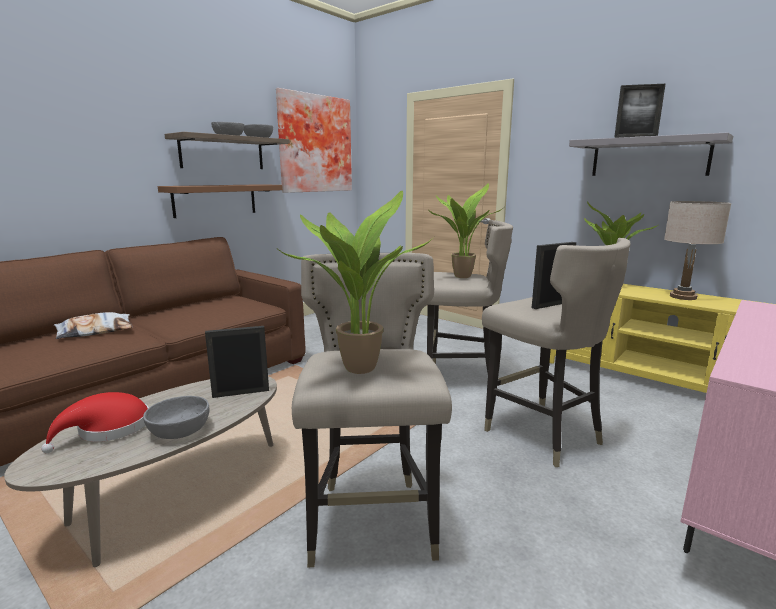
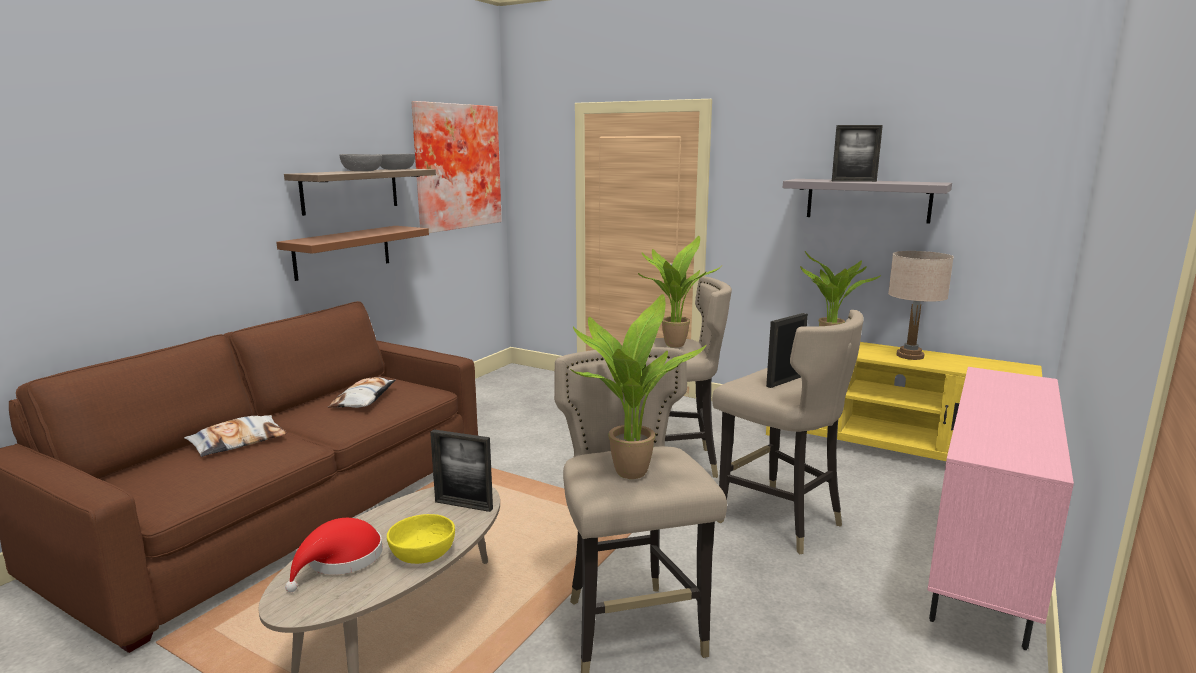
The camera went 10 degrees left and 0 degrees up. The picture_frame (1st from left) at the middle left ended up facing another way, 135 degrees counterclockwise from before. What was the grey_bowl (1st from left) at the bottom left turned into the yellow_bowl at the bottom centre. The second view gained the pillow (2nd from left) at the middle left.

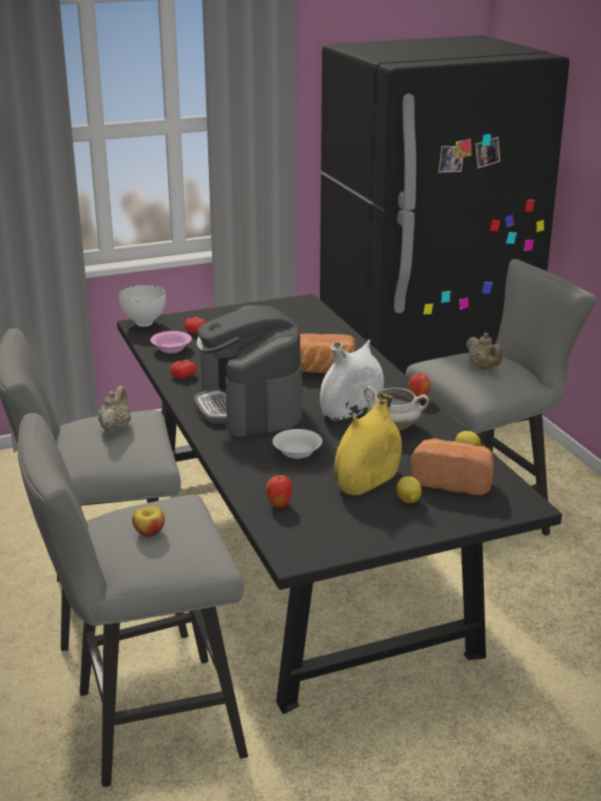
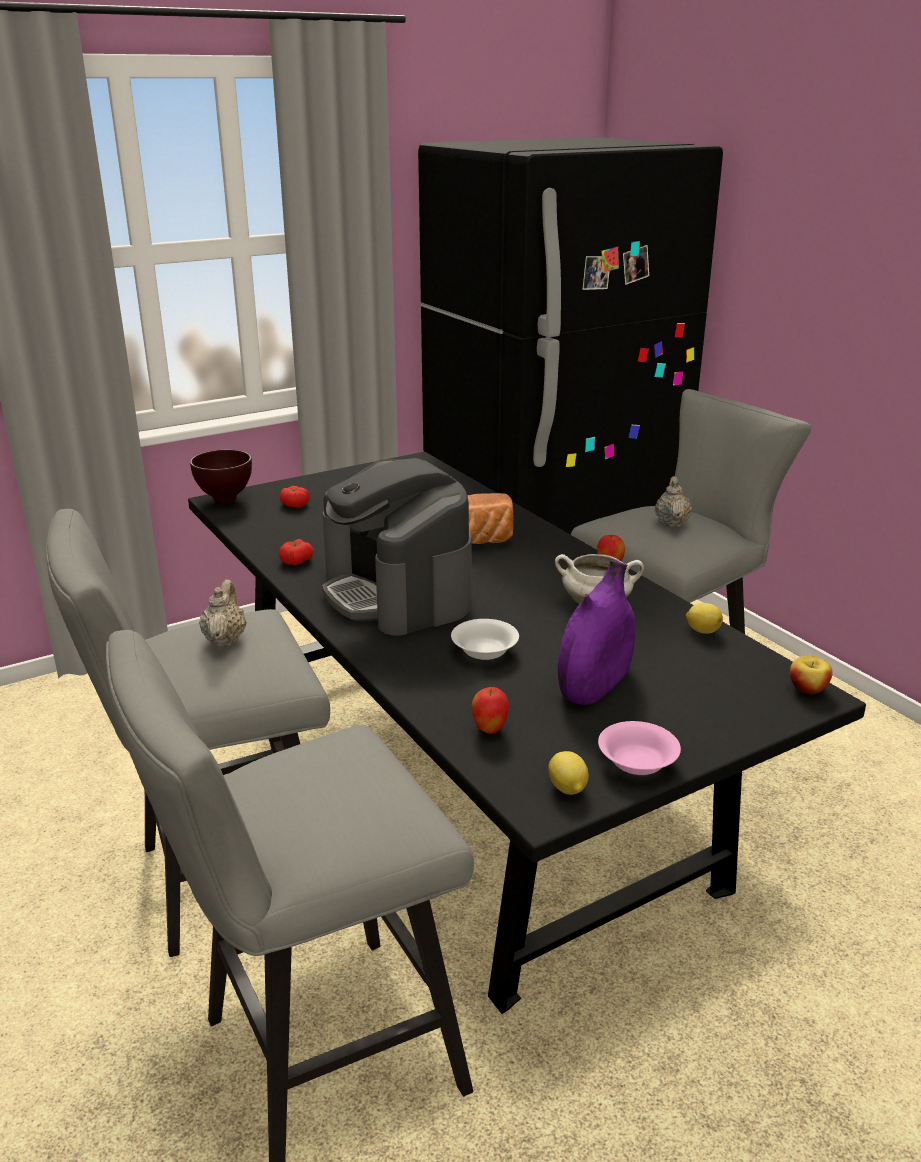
The camera went 10 degrees left and 0 degrees up. What was the white_bowl (1st from left) at the middle left turned into the brown_bowl at the middle left. The pink_bowl ended up elsewhere, having gone from the middle left to the middle right. The beige_teapot (2nd from left) at the middle right ended up facing another way, 135 degrees counterclockwise from before. The second view lost the white_vase at the centre. What was the yellow_vase at the centre turned into the purple_vase at the centre. The second view lost the bread (2nd from left) at the middle right. The lemon (1st from left) ended up elsewhere, having gone from the middle right to the centre. The apple (1st from left in the first image) ended up elsewhere, having gone from the middle left to the middle right.

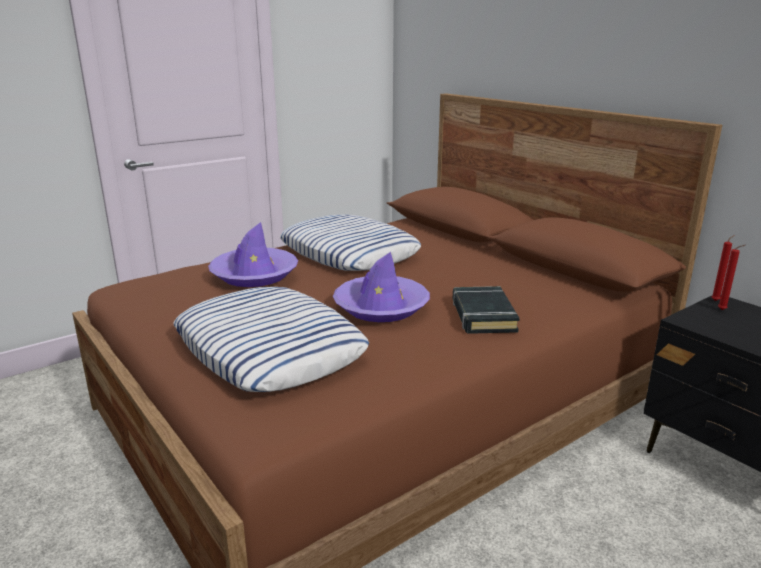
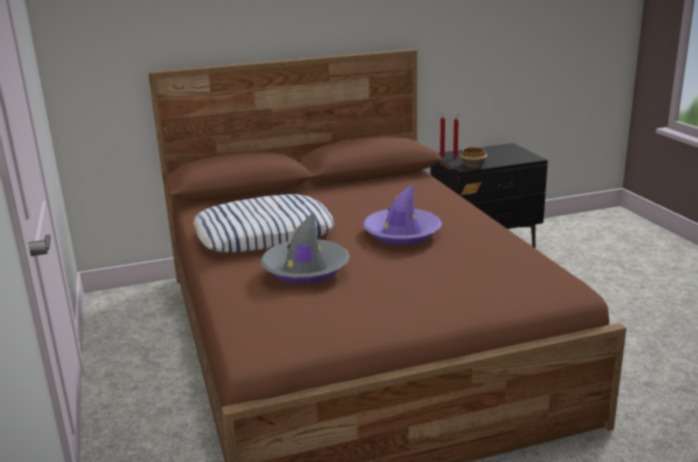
The camera went 70 degrees left and 0 degrees up. What was the purple_hat (1st from left) at the middle left turned into the grey_hat at the centre. The second view lost the black_book at the centre. The second view lost the pillow (1st from left) at the centre. The second view gained the bowl at the middle right.

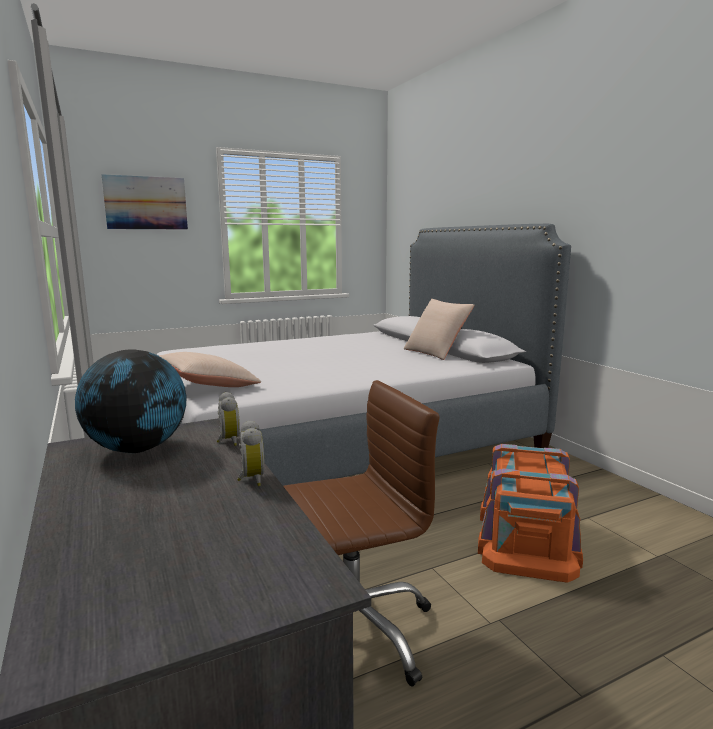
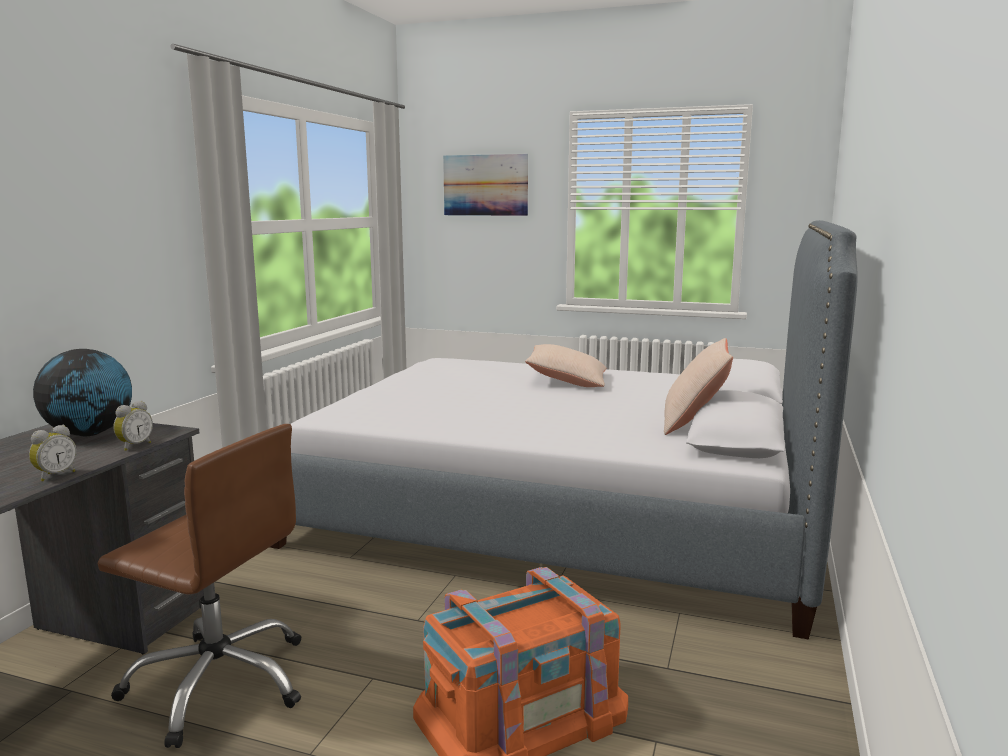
The camera went 45 degrees right and 0 degrees up. The beige_pillow (1st from left) ended up elsewhere, having gone from the middle left to the centre.

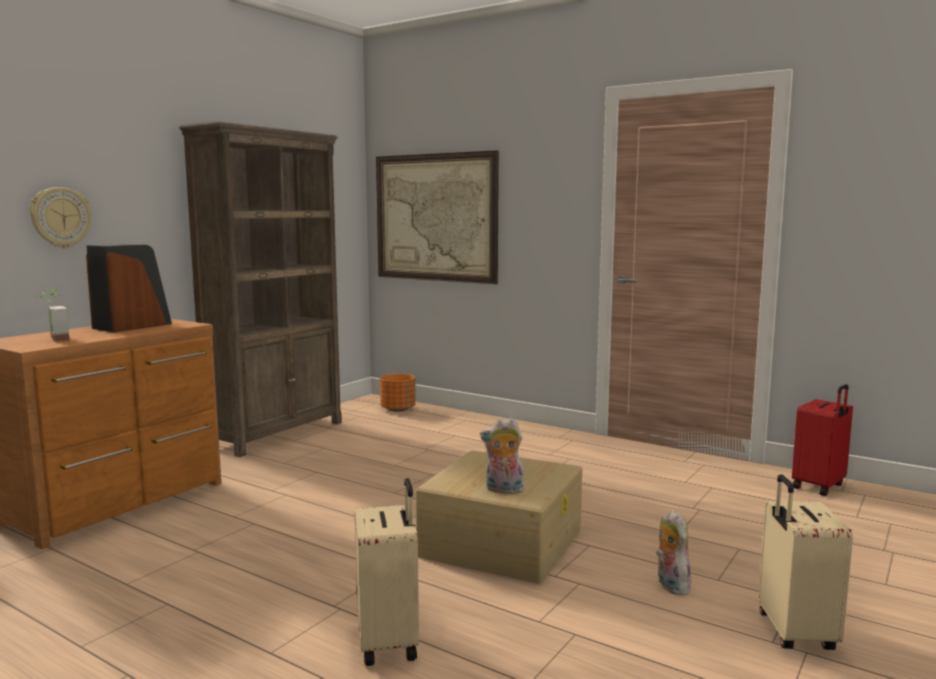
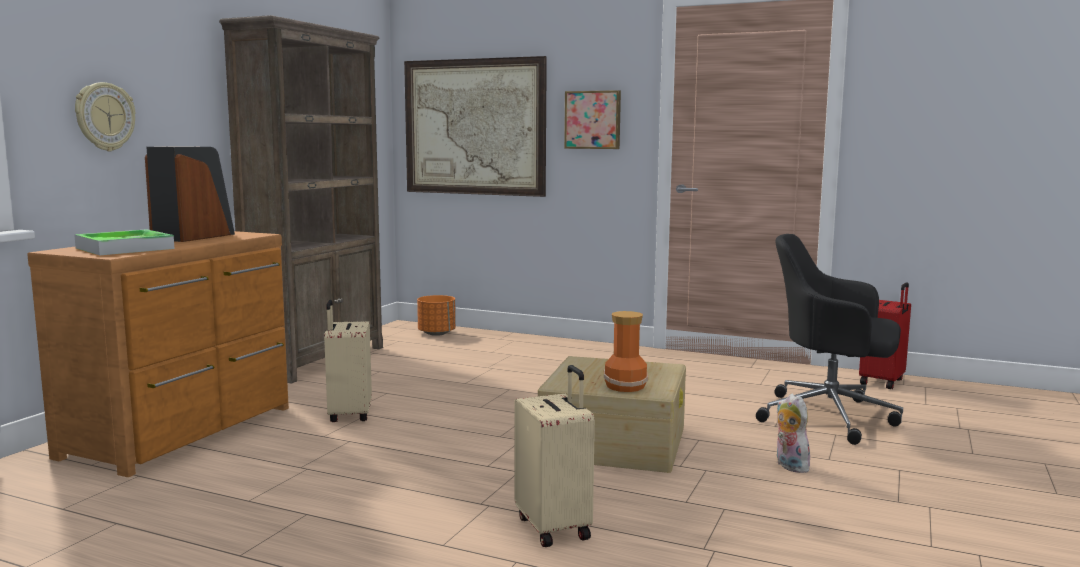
The camera went 10 degrees left and 0 degrees up. Where the potted_plant stood at the middle left, the tray came to stand at the middle left. Where the plush_toy (1st from left) stood at the bottom centre, the vase came to stand at the centre. The beige_suitcase (2nd from left in the first image) ended up elsewhere, having gone from the bottom right to the middle left. The second view gained the picture (2nd from left) at the top centre. The second view gained the black_office_chair at the middle right.

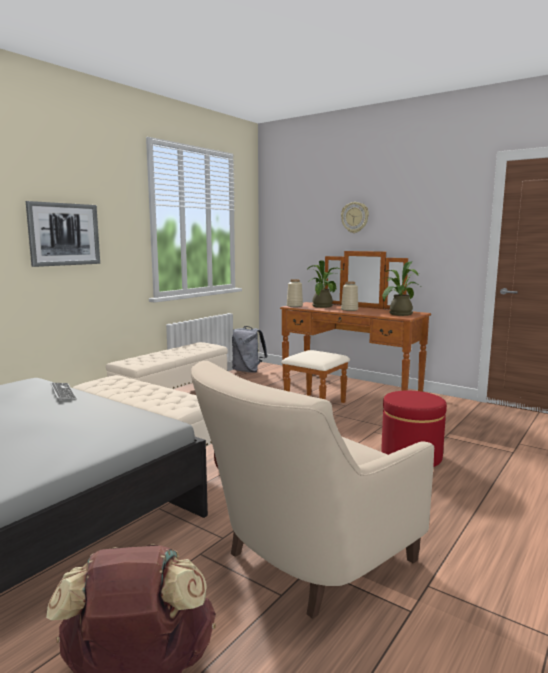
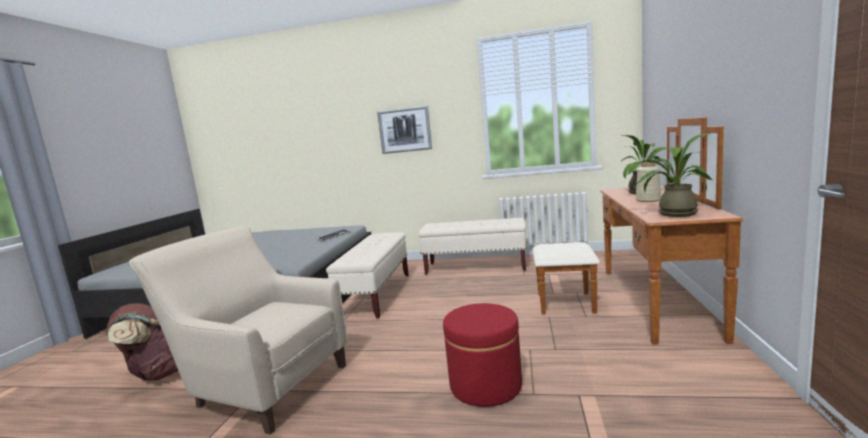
The camera went 65 degrees right and 0 degrees up. The second view lost the wall_clock at the top centre. The second view lost the beige_vase (1st from left) at the centre. The second view lost the grey_backpack at the centre.

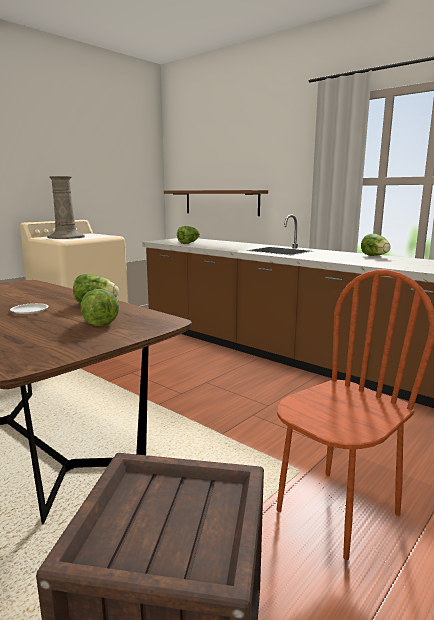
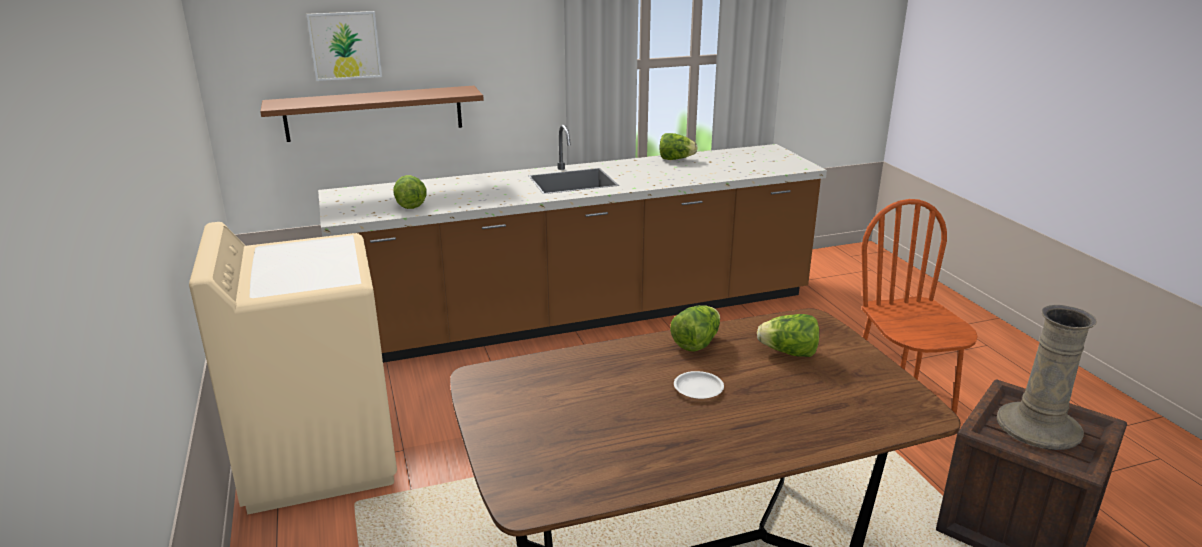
The camera went 60 degrees left and 10 degrees up. The beige_vase ended up elsewhere, having gone from the middle left to the bottom right. The second view gained the picture at the top left.

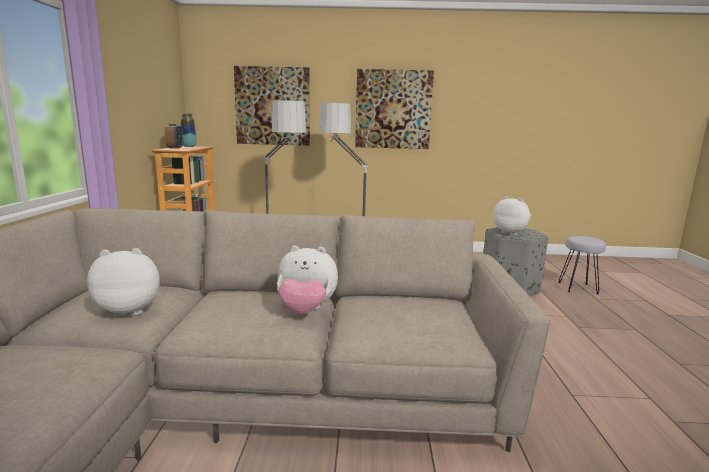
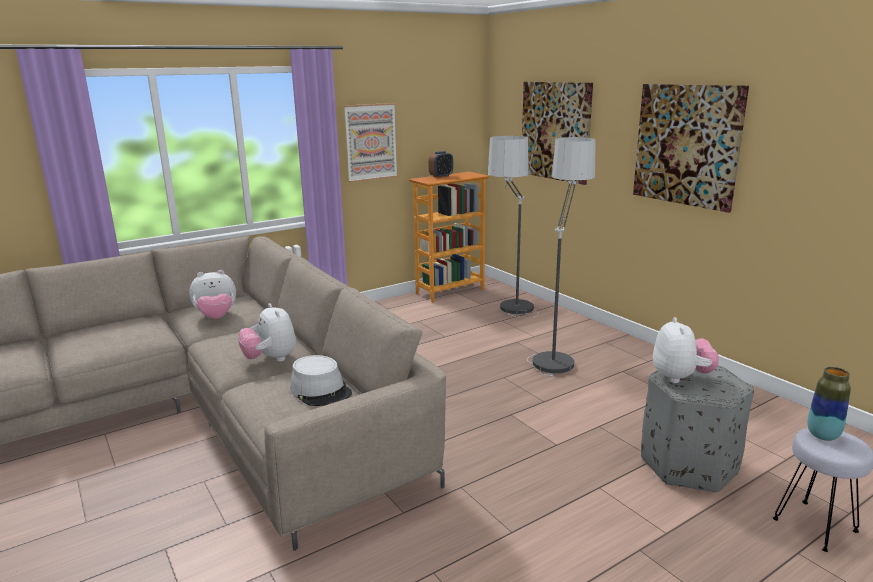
The camera went 55 degrees right and 5 degrees up. The vase ended up elsewhere, having gone from the top left to the bottom right. The plush_toy (1st from left) at the middle left ended up facing another way, 120 degrees clockwise from before. The second view gained the picture (1st from left) at the top centre. The second view gained the grey_hat at the centre.

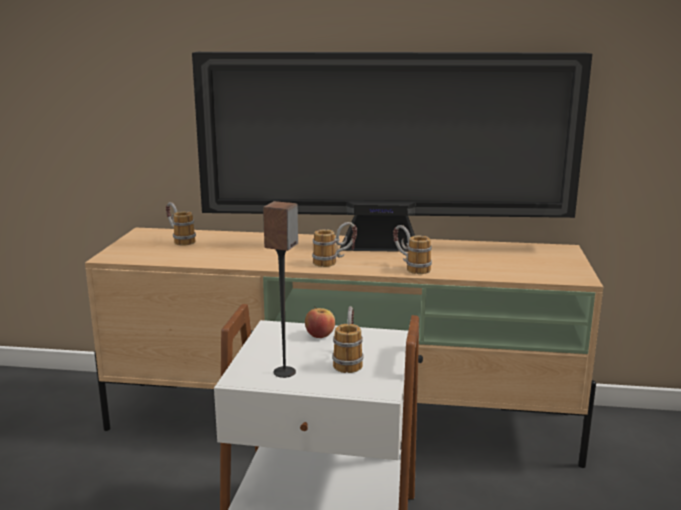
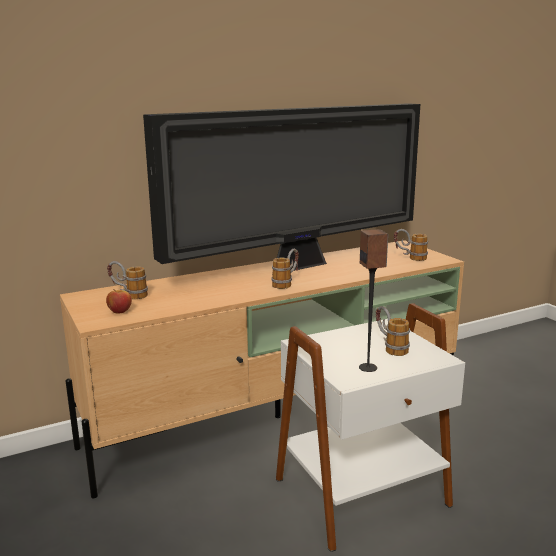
The camera went 35 degrees left and 0 degrees up. The mug (4th from left) ended up elsewhere, having gone from the centre to the middle right. The apple ended up elsewhere, having gone from the centre to the middle left.

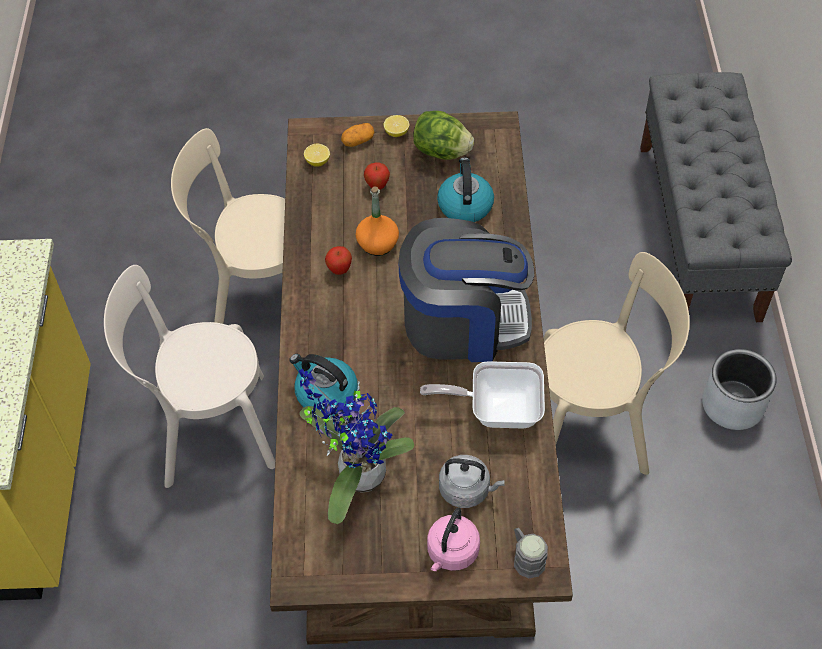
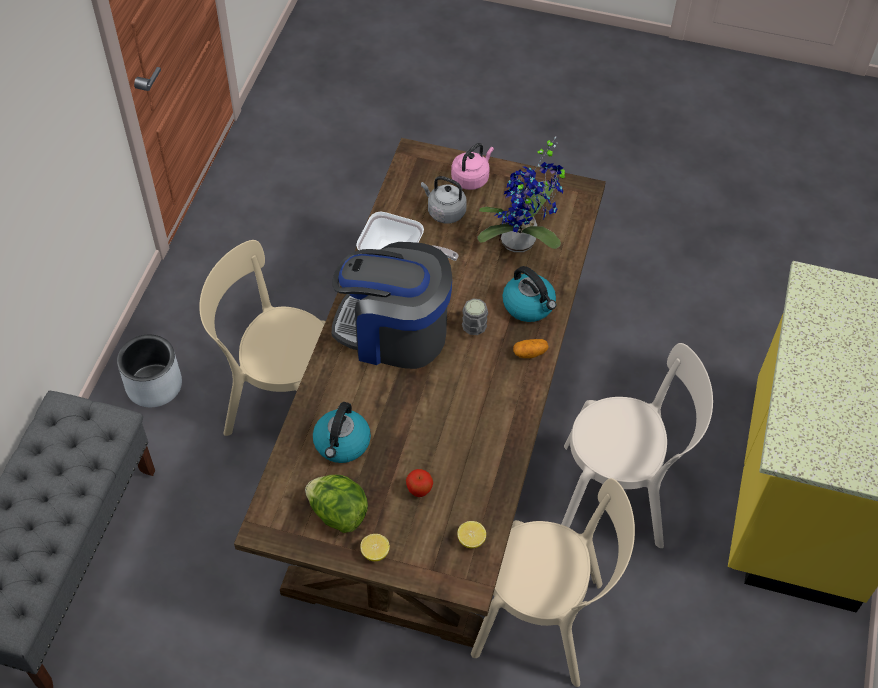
The camera went 165 degrees left and 0 degrees up. The potato ended up elsewhere, having gone from the top centre to the centre. The second view lost the orange_bottle at the centre. The second view lost the apple (1st from left) at the centre. The grey_mug ended up elsewhere, having gone from the bottom centre to the centre.

